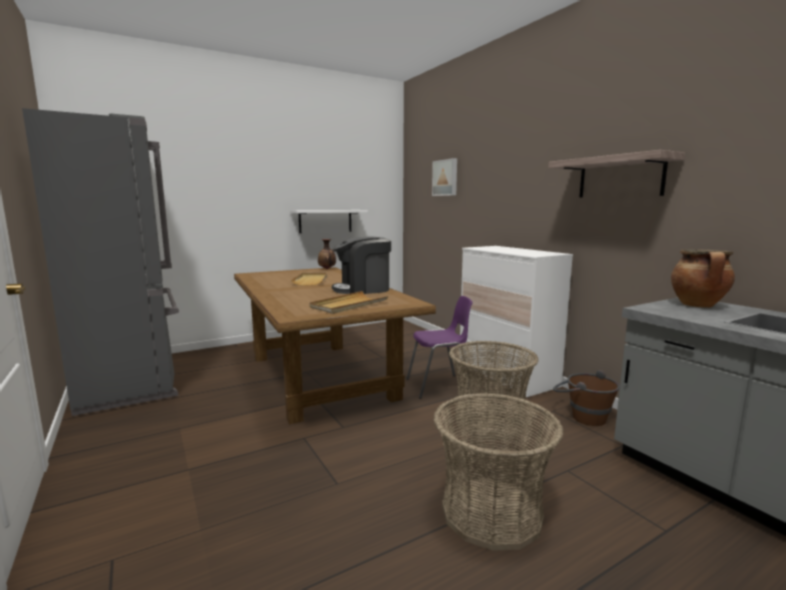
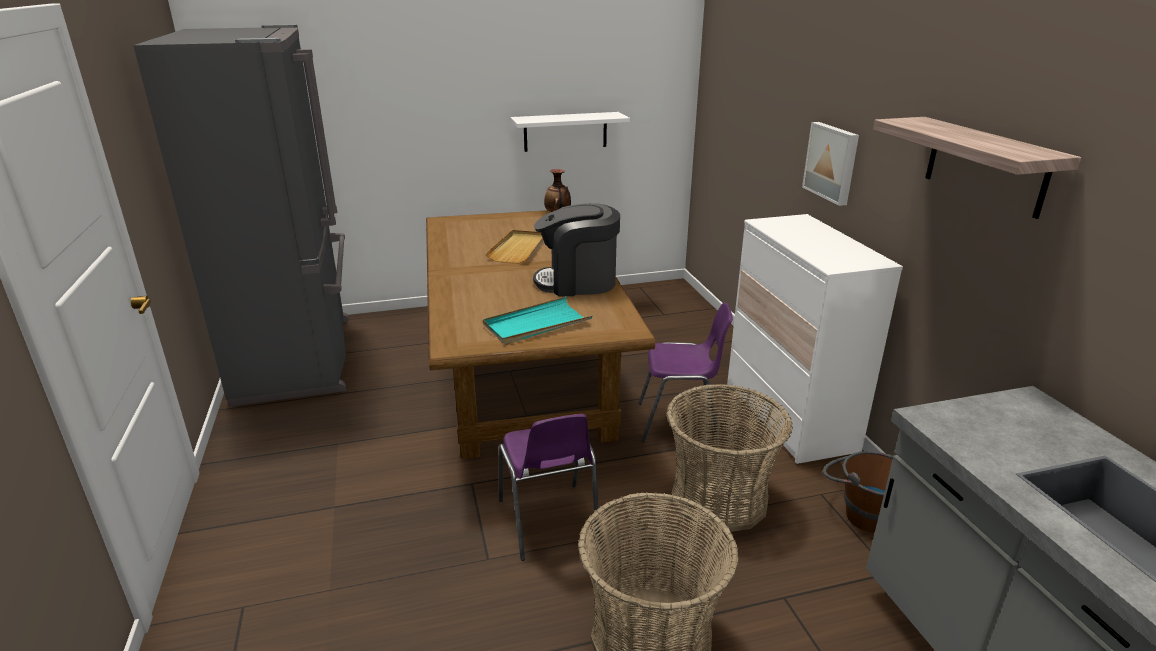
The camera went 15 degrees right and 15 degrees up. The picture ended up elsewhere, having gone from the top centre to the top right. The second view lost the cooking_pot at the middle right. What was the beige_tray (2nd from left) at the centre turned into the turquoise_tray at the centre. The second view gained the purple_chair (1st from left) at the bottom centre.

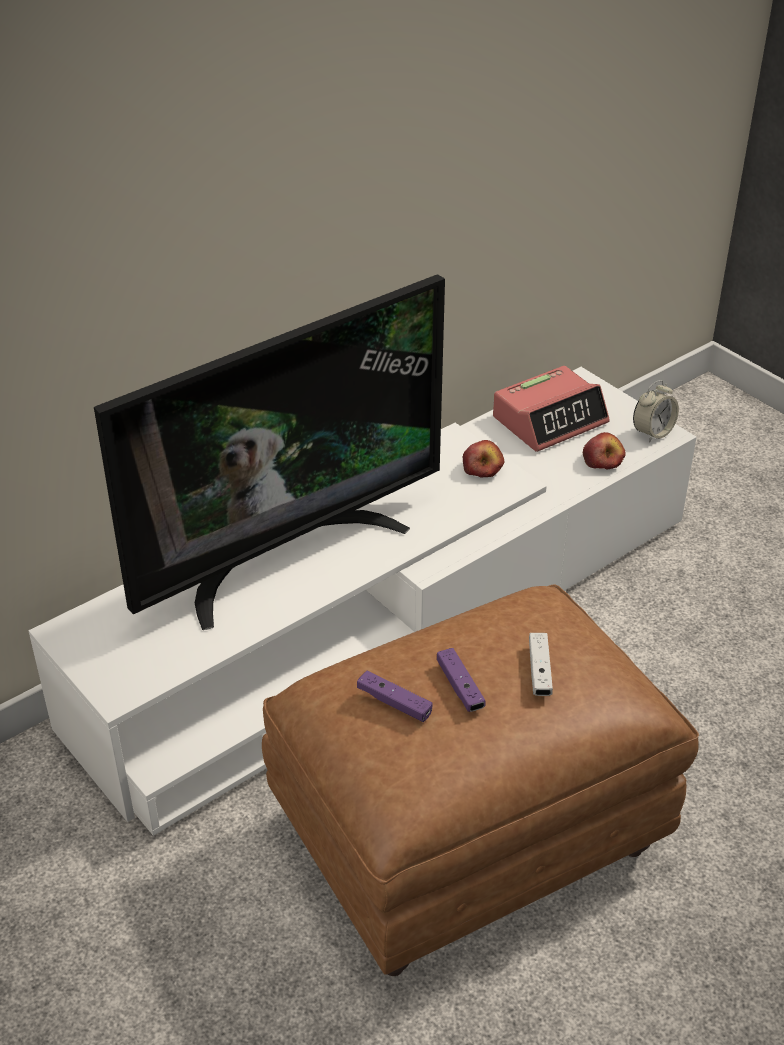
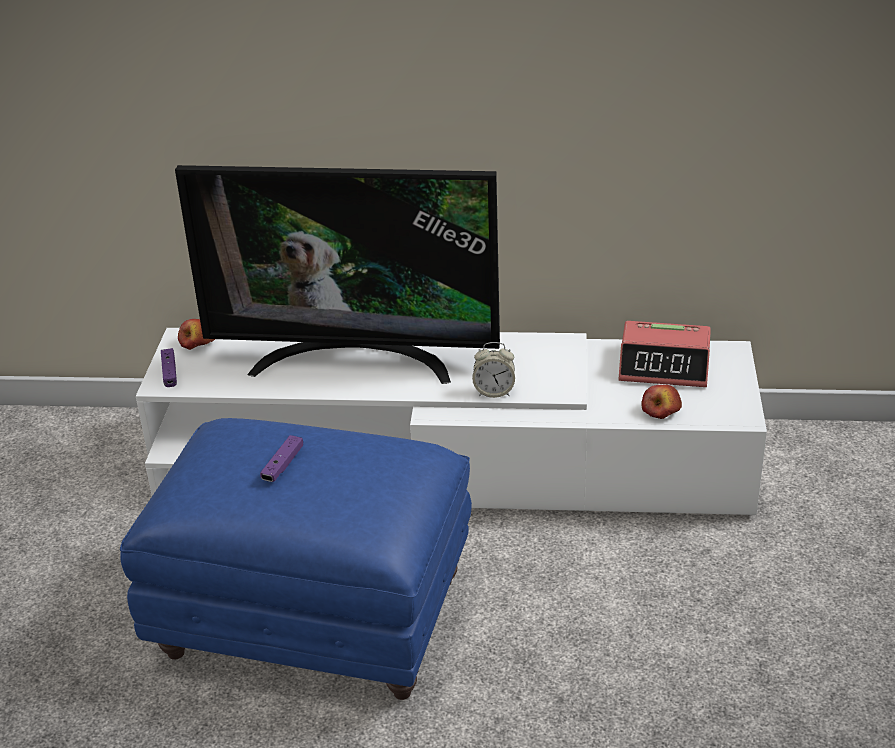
The camera went 45 degrees right and 5 degrees down. The alarm_clock (2nd from left in the first image) ended up elsewhere, having gone from the middle right to the centre. The apple (1st from left) ended up elsewhere, having gone from the centre to the middle left. What was the brown_ottoman at the bottom centre turned into the blue_ottoman at the bottom left. The second view lost the white_game_controller at the middle right. The purple_game_controller (1st from left) ended up elsewhere, having gone from the centre to the middle left.

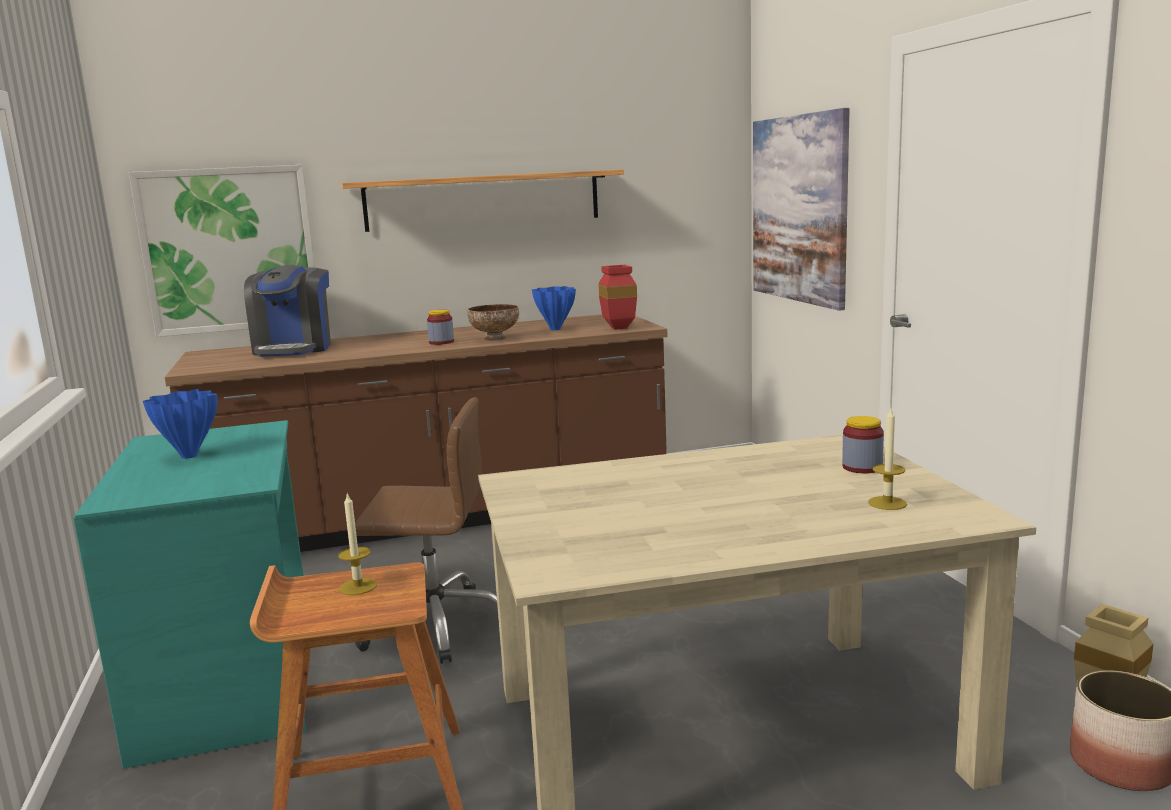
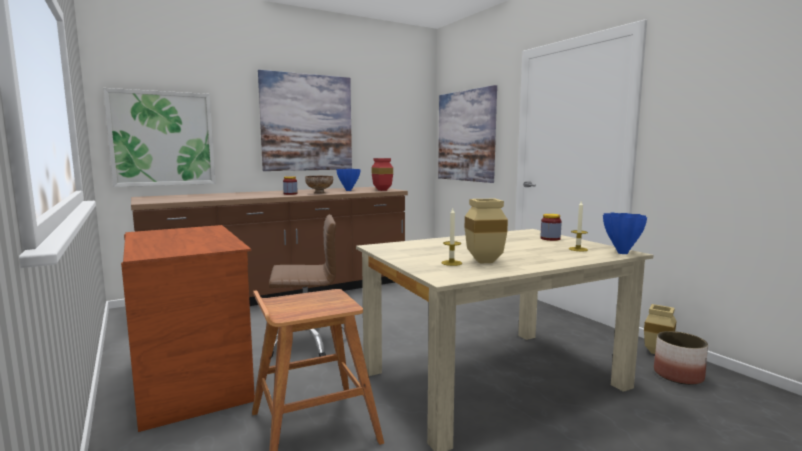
The camera went 15 degrees left and 5 degrees down. Where the shelf hung at the top centre, the picture (2nd from left) came to hang at the top centre. The second view lost the coffee_machine at the middle left. The blue_vase (1st from left in the first image) ended up elsewhere, having gone from the middle left to the middle right. What was the turquoise_desk at the bottom left turned into the brown_desk at the bottom left. The candle (1st from left) ended up elsewhere, having gone from the bottom left to the centre. The second view gained the beige_vase (1st from left) at the centre.

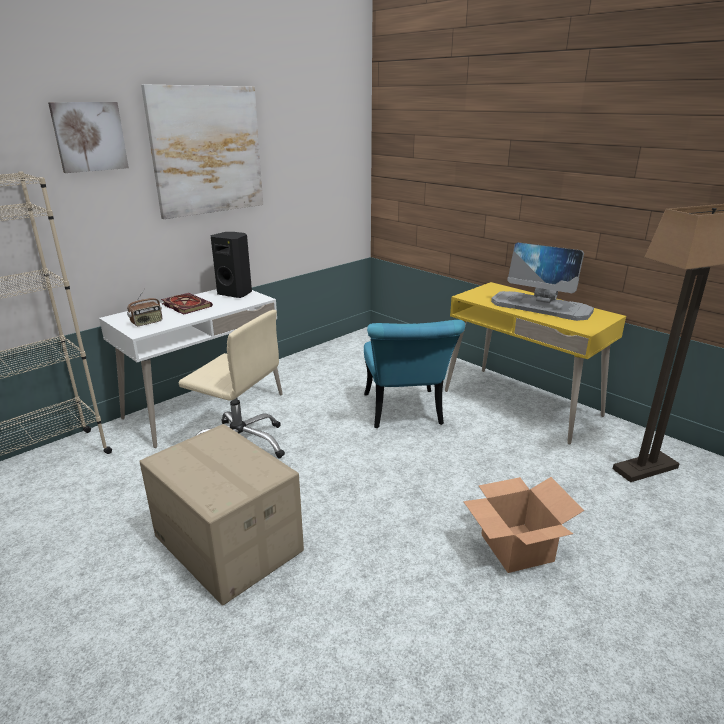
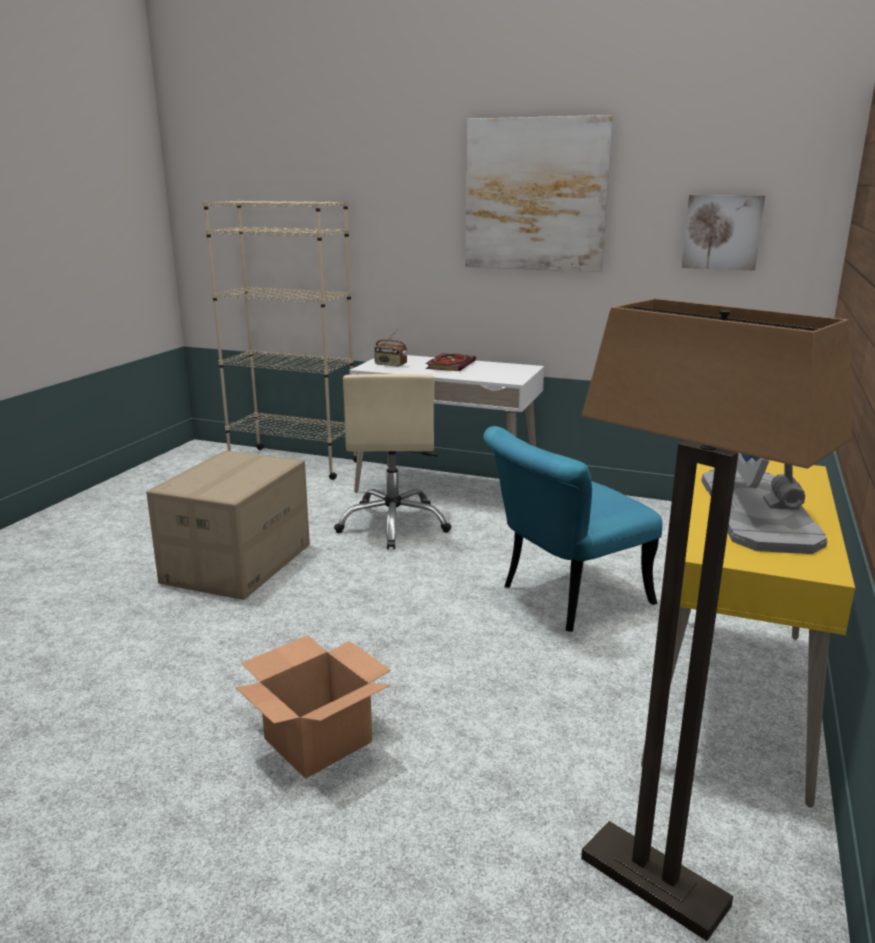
The camera went 65 degrees right and 5 degrees down. The picture (1st from left in the first image) ended up elsewhere, having gone from the top left to the top right. The second view lost the black_speaker at the middle left.

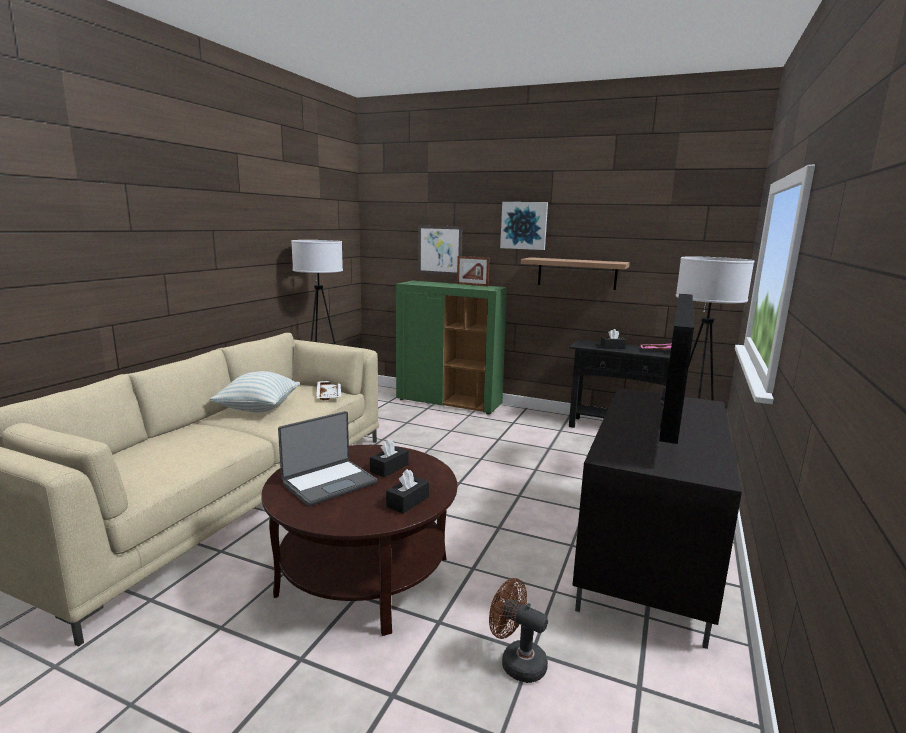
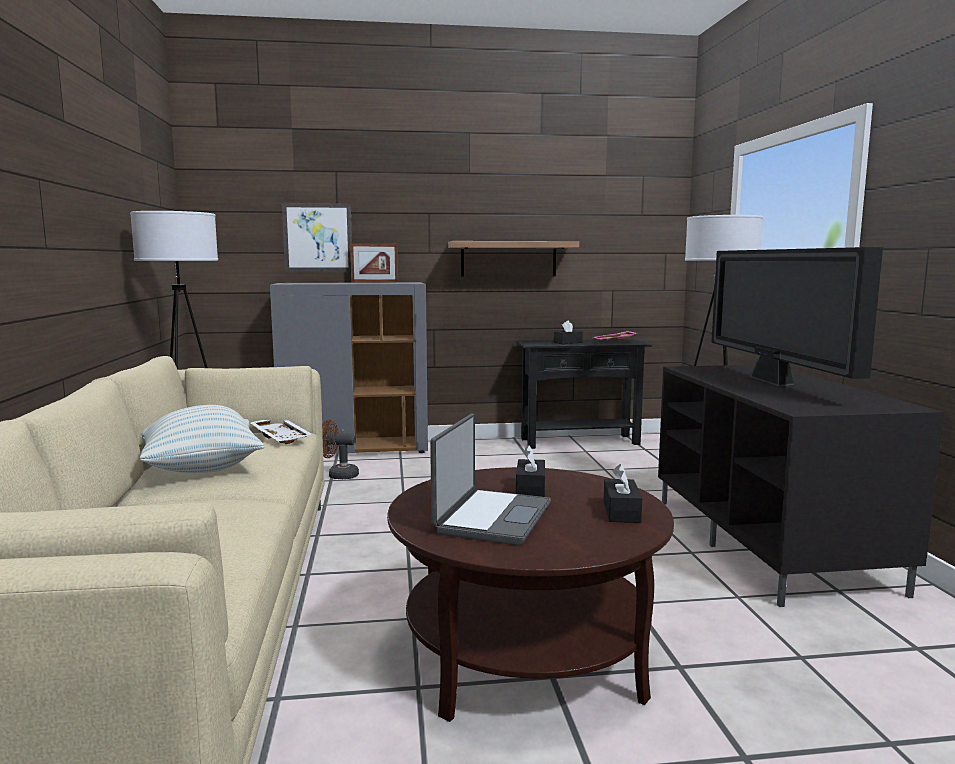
The camera went 30 degrees left and 5 degrees down. The second view lost the picture (2nd from left) at the top centre. What was the green_cabinet at the centre turned into the grey_cabinet at the centre. The brown_fan ended up elsewhere, having gone from the bottom centre to the centre.

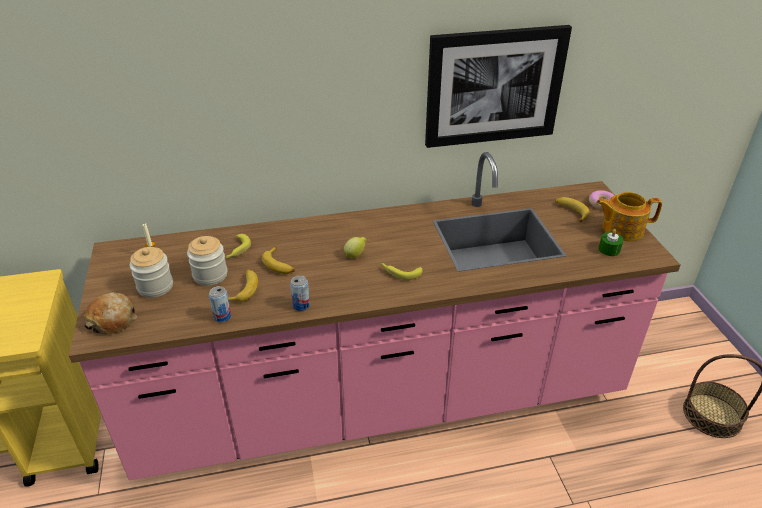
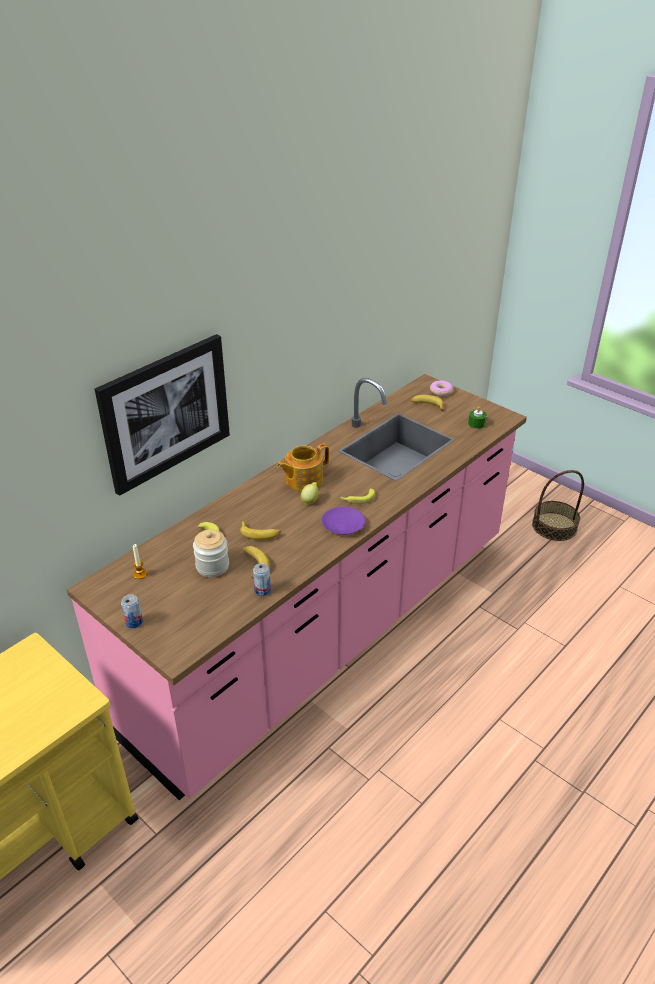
The camera went 35 degrees left and 0 degrees up. The picture ended up elsewhere, having gone from the top centre to the middle left. The teapot ended up elsewhere, having gone from the middle right to the centre. The second view lost the jar (1st from left) at the middle left. The can (2nd from left in the first image) ended up elsewhere, having gone from the centre to the middle left. The second view lost the bread at the middle left. The second view gained the purple_plate at the centre.

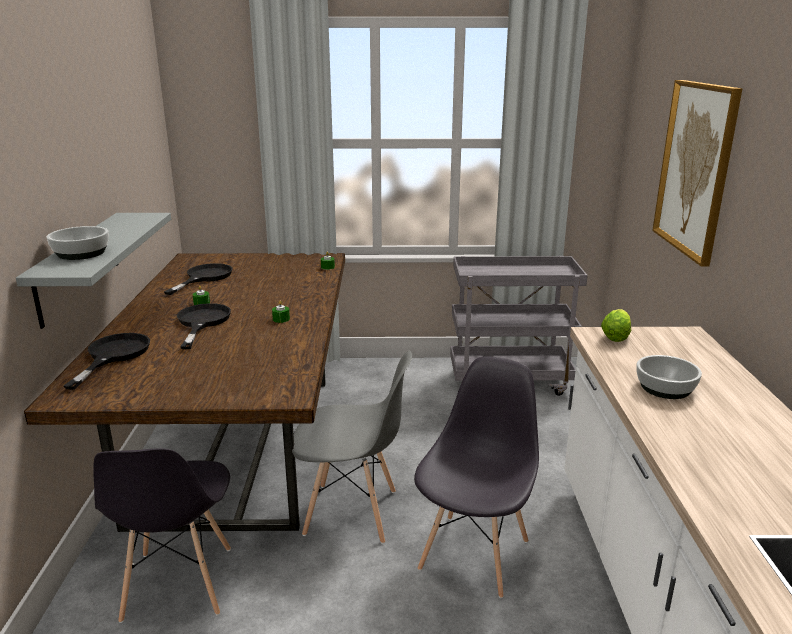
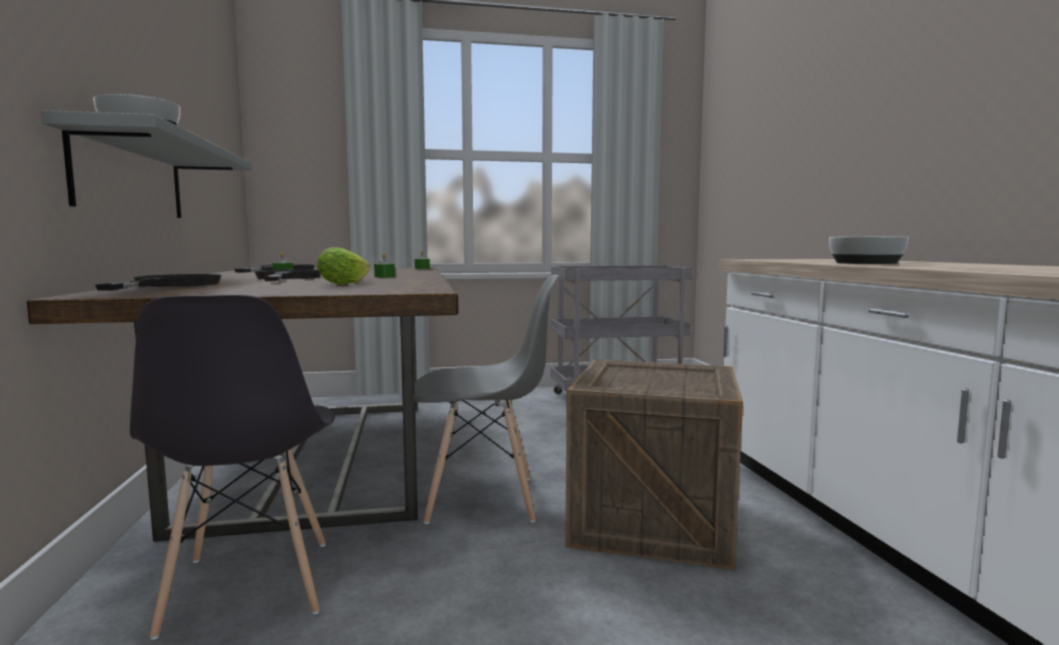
The camera went 10 degrees left and 15 degrees down. The second view lost the picture at the top right. The lettuce ended up elsewhere, having gone from the middle right to the middle left. Where the grey_chair (3rd from left) stood at the bottom centre, the crate came to stand at the bottom centre.

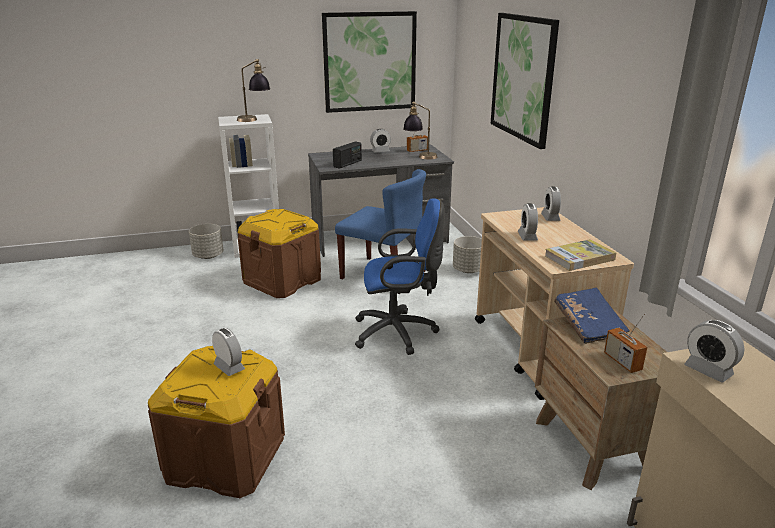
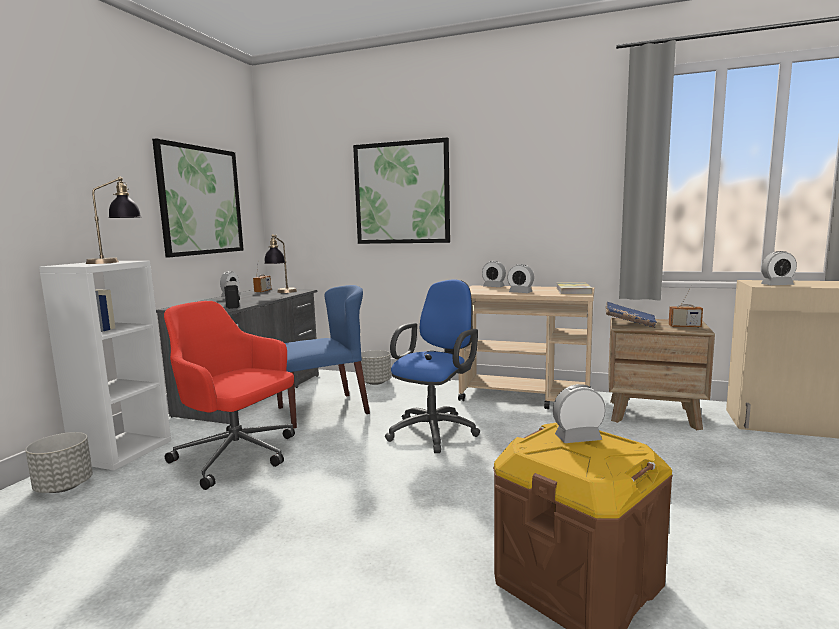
The camera went 55 degrees left and 15 degrees down. Where the brown_storage_box (2nd from left) stood at the centre, the red_office_chair came to stand at the middle left.

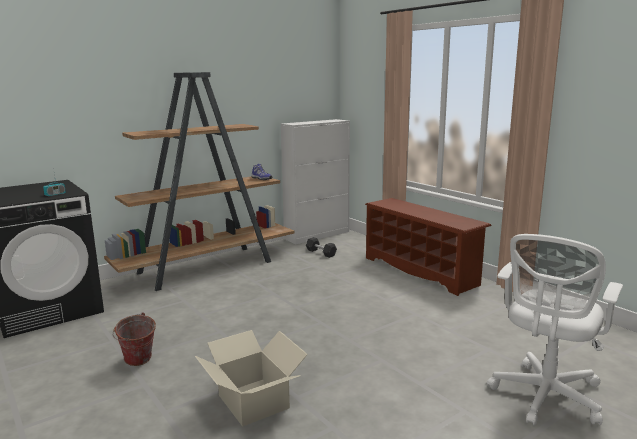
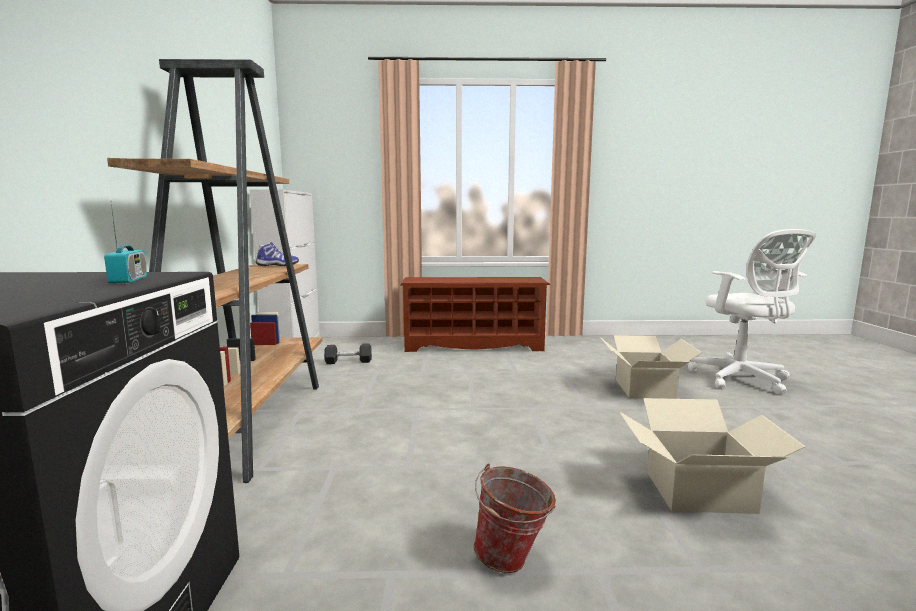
The camera went 55 degrees left and 5 degrees down. The second view gained the cardboard_box (1st from left) at the middle right.

